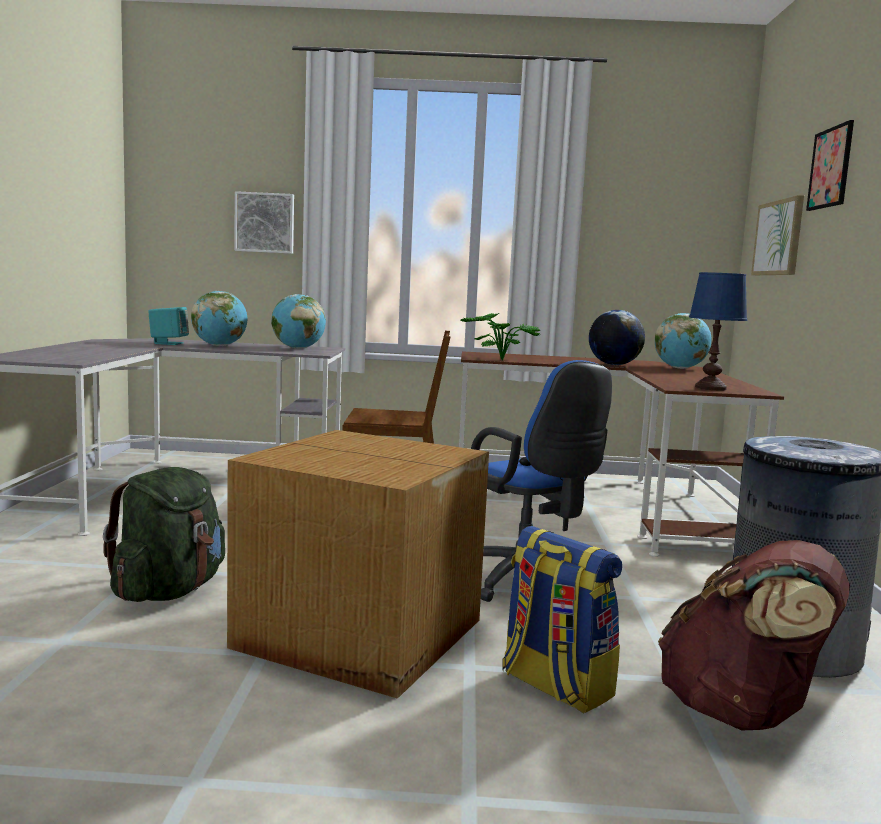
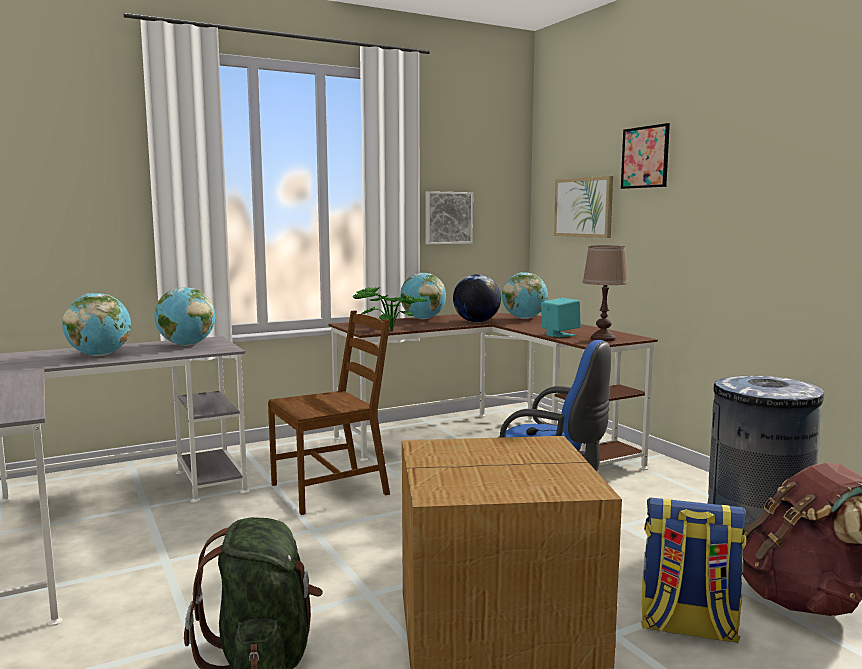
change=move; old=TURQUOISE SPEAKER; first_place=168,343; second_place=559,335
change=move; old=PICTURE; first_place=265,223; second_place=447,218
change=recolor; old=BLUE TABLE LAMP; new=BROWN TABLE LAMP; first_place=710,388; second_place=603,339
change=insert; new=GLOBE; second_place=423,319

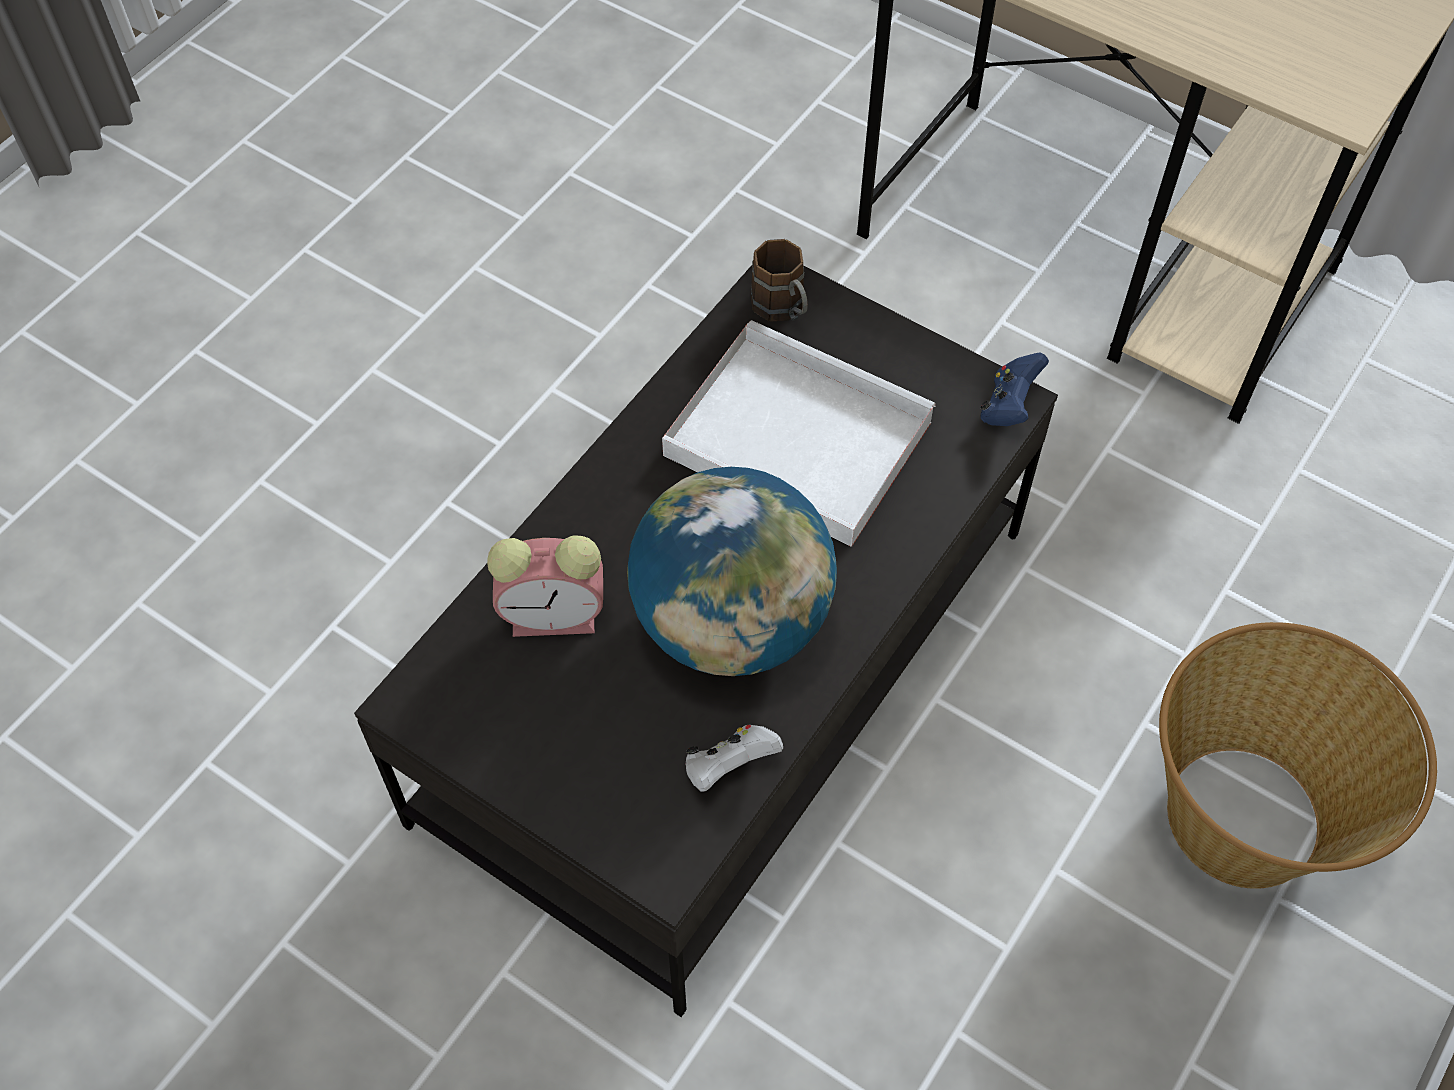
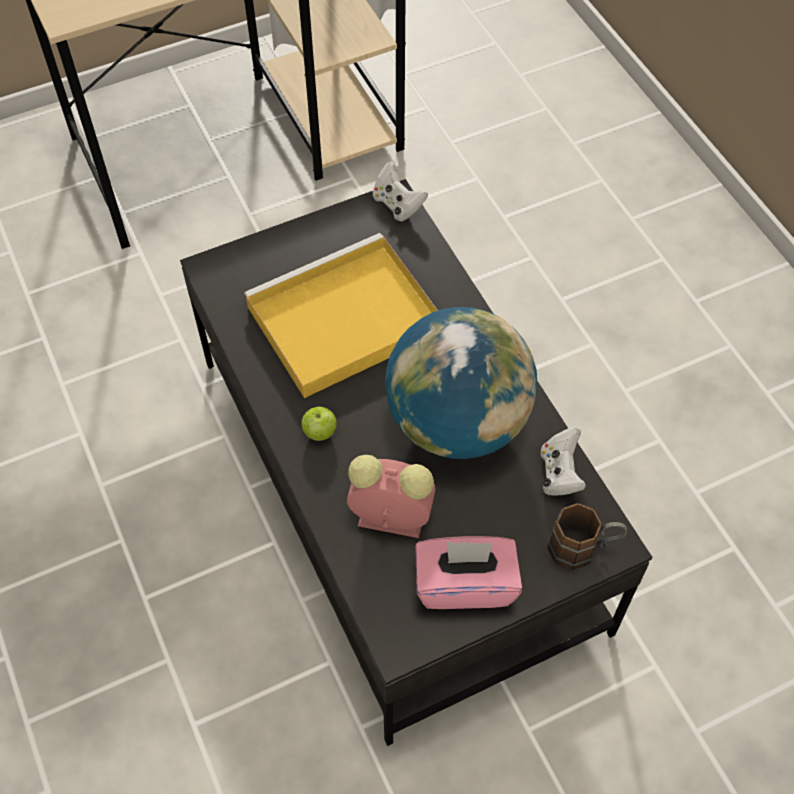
change=rotate; old=ALARM CLOCK; first_place=557,615; second_place=388,518; degrees=-105
change=recolor; old=WHITE TRAY; new=YELLOW TRAY; first_place=792,438; second_place=341,321
change=move; old=BROWN MUG; first_place=783,310; second_place=583,548
change=recolor; old=BLUE GAME CONTROLLER; new=WHITE GAME CONTROLLER; first_place=1009,406; second_place=397,205
change=delete; old=BASKET; first_place=1246,817
change=insert; new=APPLE; second_place=320,432
change=insert; new=PINK TISSUE BOX; second_place=465,584

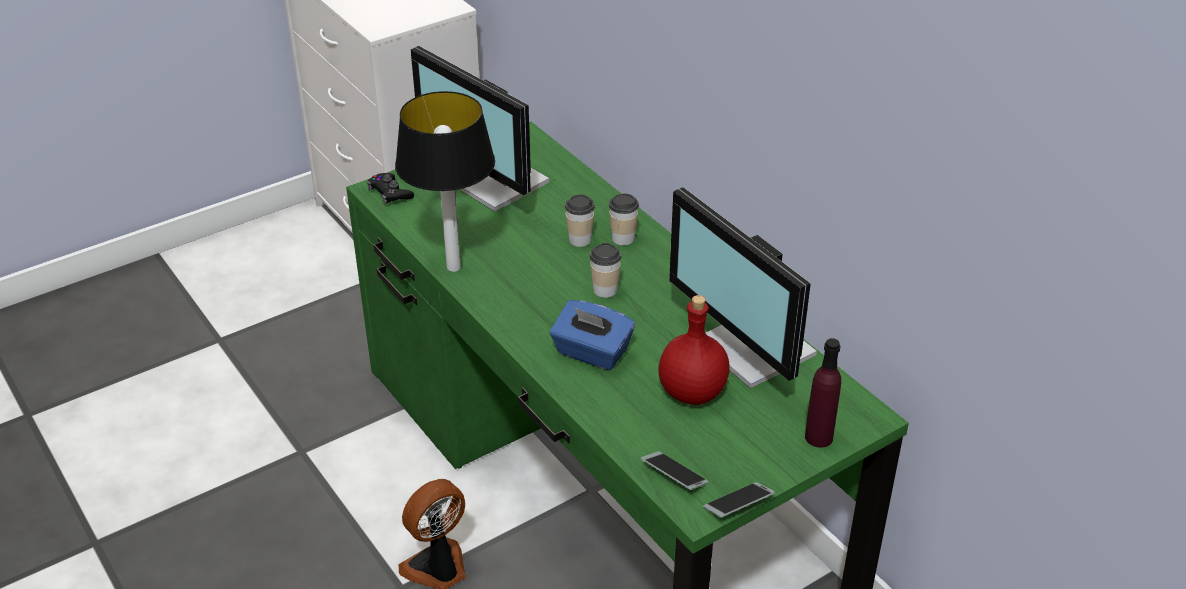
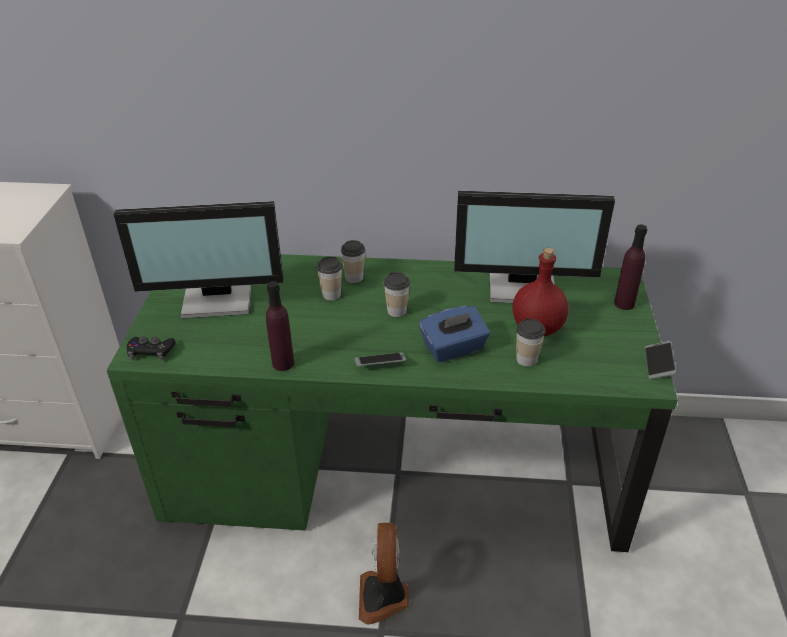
change=replace; old=TABLE LAMP; new=PURPLE BOTTLE; first_place=454,266; second_place=283,363
change=move; old=PHONE; first_place=674,475; second_place=380,363
change=insert; new=CUP; second_place=526,359

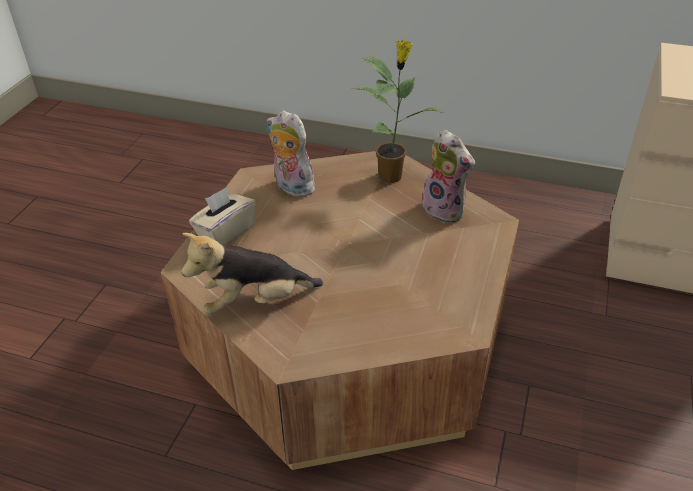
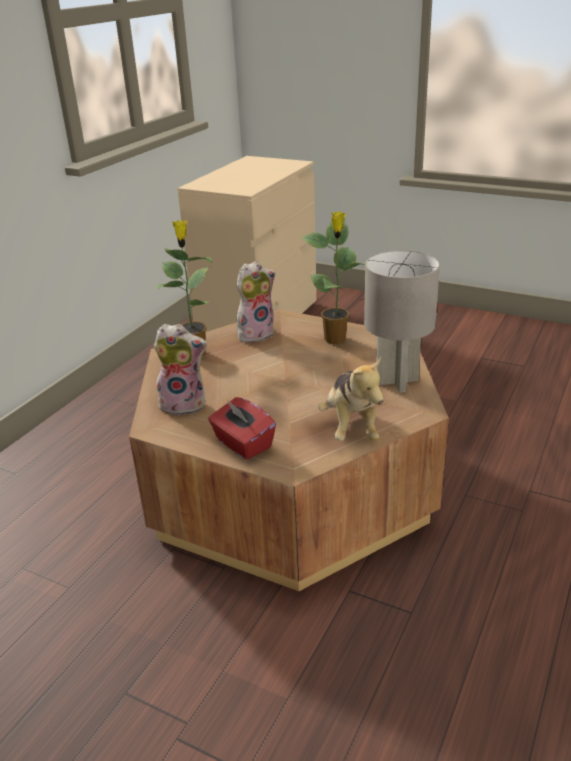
change=recolor; old=BEIGE TISSUE BOX; new=RED TISSUE BOX; first_place=225,232; second_place=242,444
change=rotate; old=PLUSH TOY; first_place=291,187; second_place=185,404; degrees=-135
change=insert; new=POTTED PLANT; second_place=336,340
change=insert; new=GREY TABLE LAMP; second_place=397,381

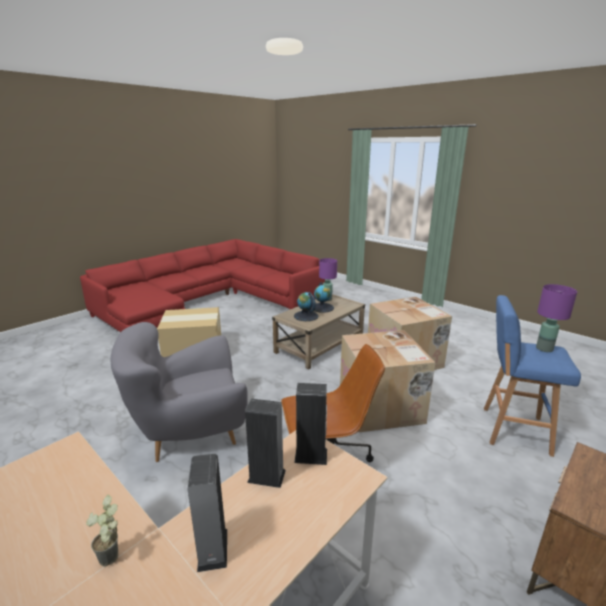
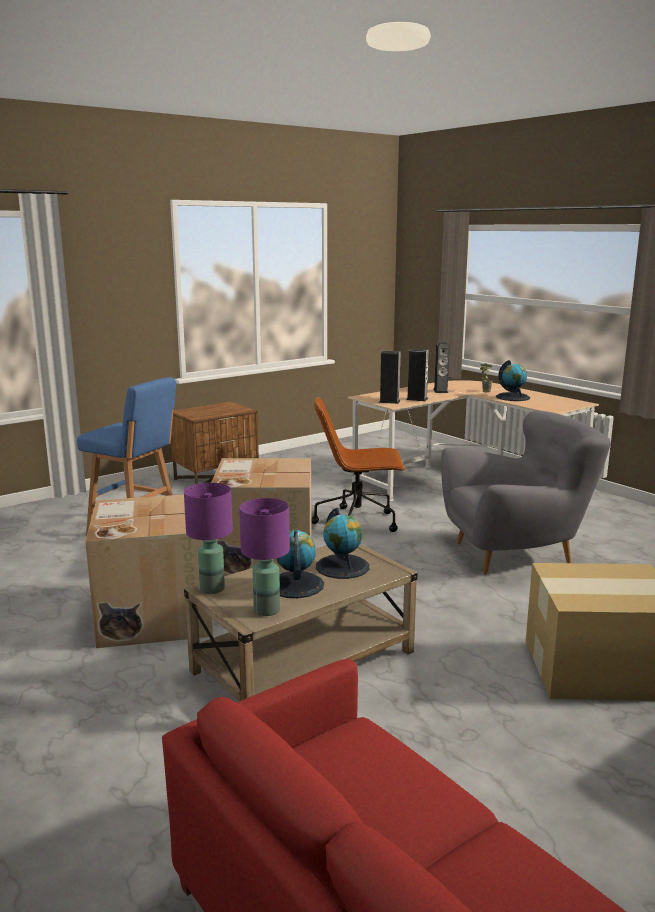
change=move; old=PURPLE TABLE LAMP; first_place=544,348; second_place=211,589
change=insert; new=GLOBE; second_place=512,397

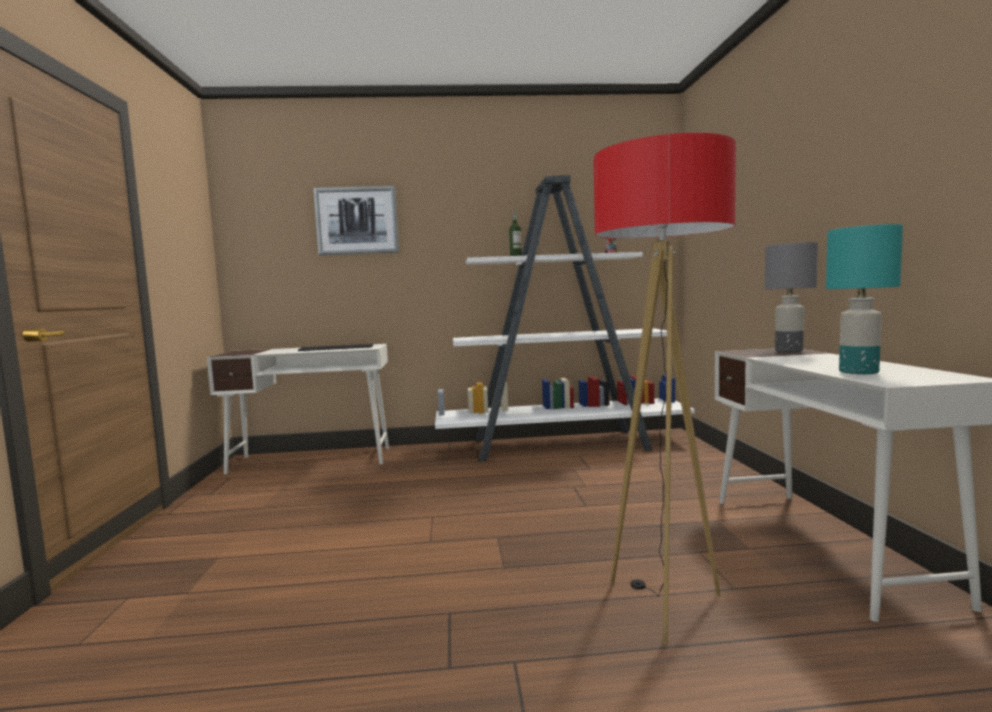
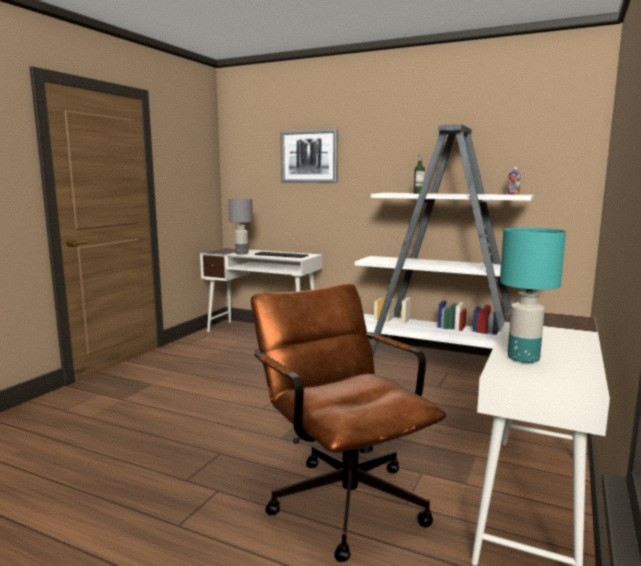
change=replace; old=FLOOR LAMP; new=BROWN OFFICE CHAIR; first_place=663,605; second_place=341,495
change=move; old=GREY TABLE LAMP; first_place=788,350; second_place=242,253

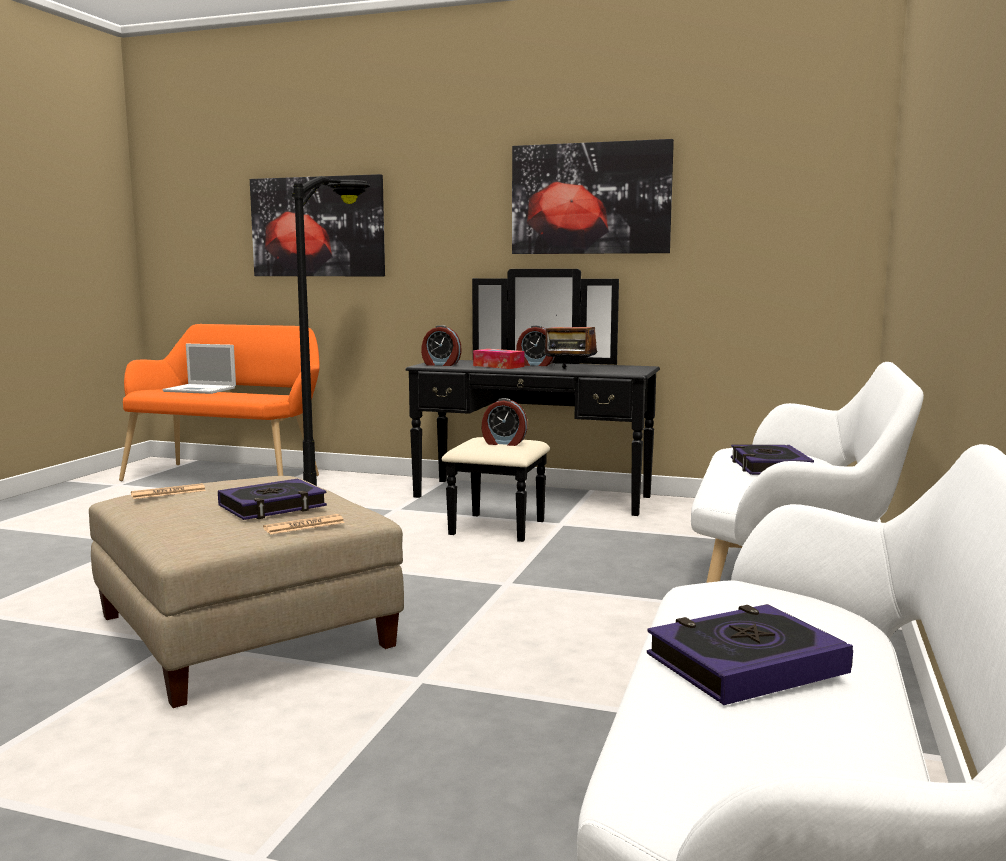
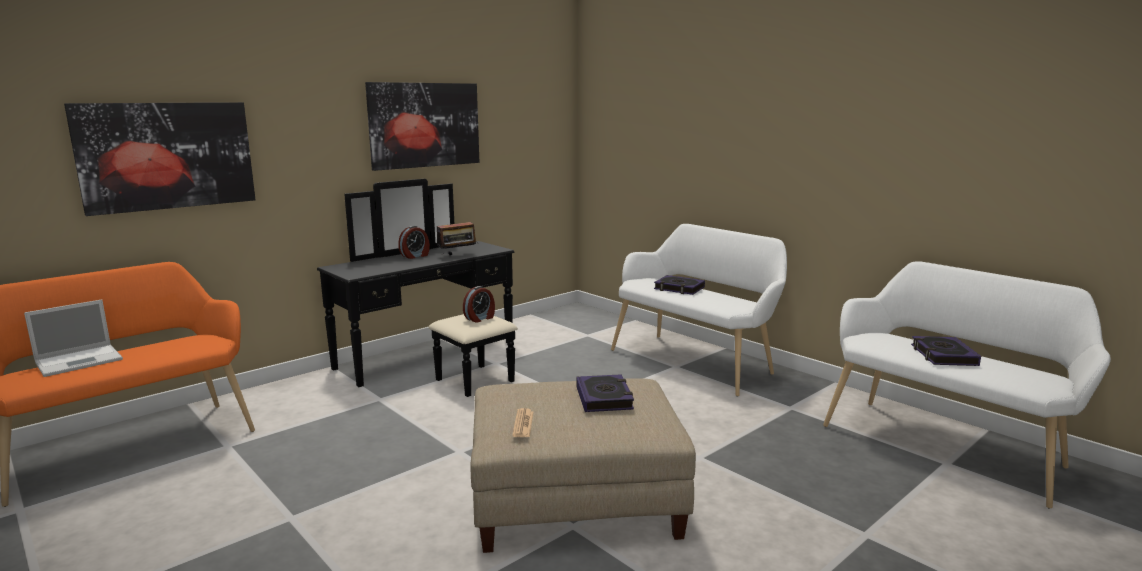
change=delete; old=NEWSPAPER; first_place=304,526
change=delete; old=BLACK FLOOR LAMP; first_place=345,494
change=delete; old=ALARM CLOCK; first_place=441,364
change=delete; old=TISSUE BOX; first_place=498,366

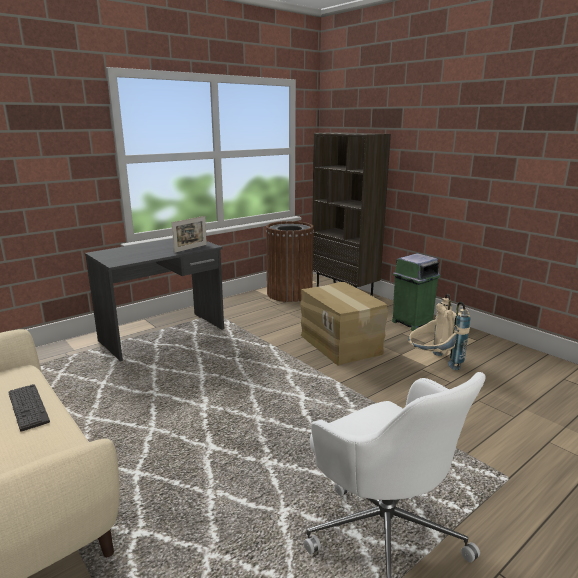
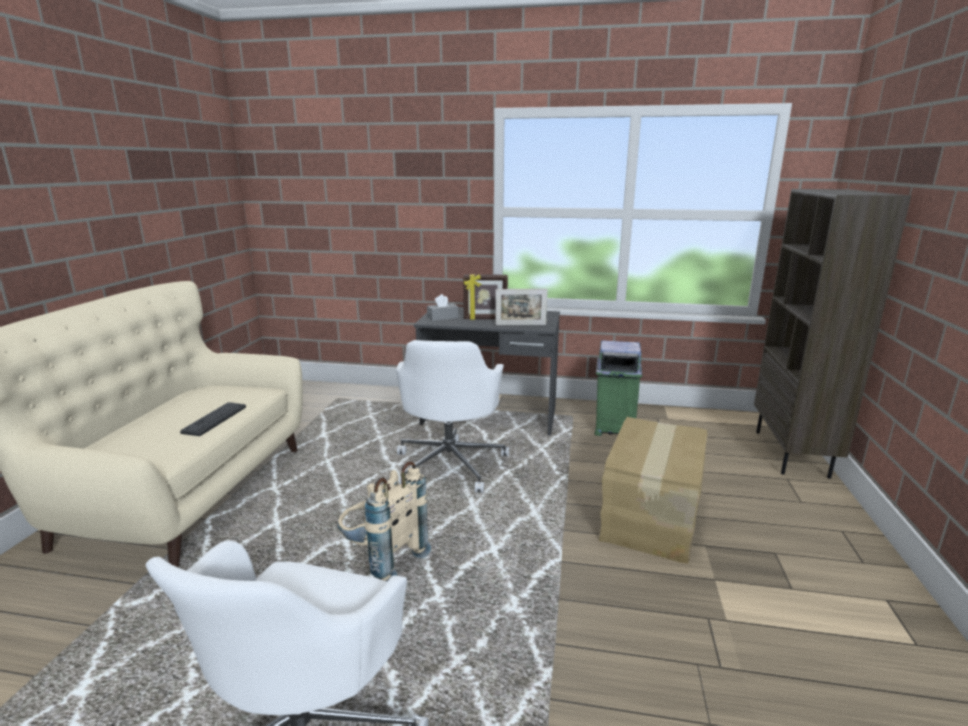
change=delete; old=BROWN TRASH CAN; first_place=289,294
change=move; old=GREEN TRASH CAN; first_place=411,323; second_place=613,428
change=move; old=BEIGE BACKPACK; first_place=433,363; second_place=382,559
change=insert; new=WHITE OFFICE CHAIR; second_place=450,464
change=insert; new=GREY TISSUE BOX; second_place=442,317
change=insert; new=PICTURE FRAME; second_place=485,319

